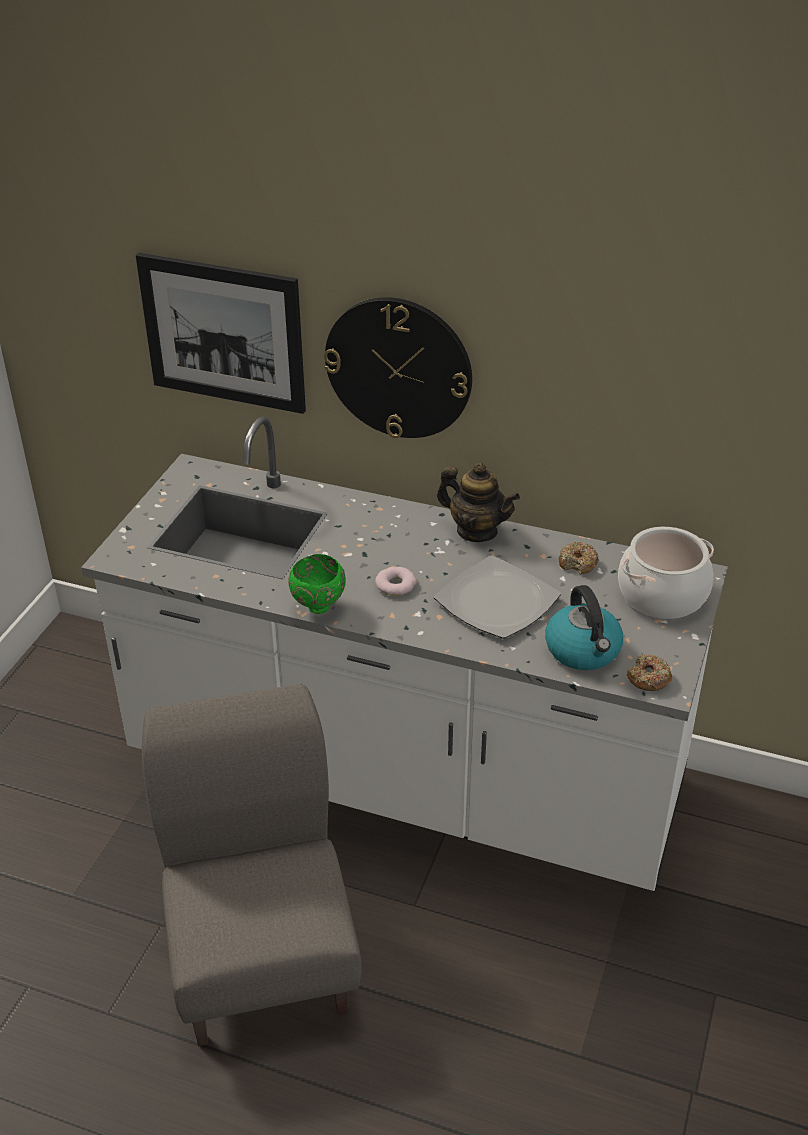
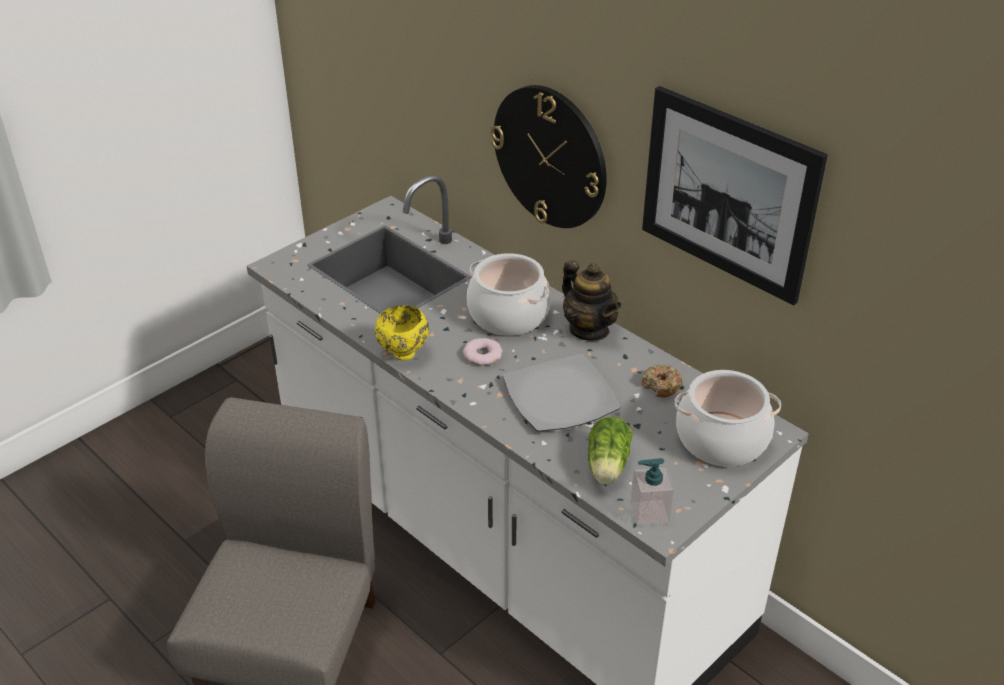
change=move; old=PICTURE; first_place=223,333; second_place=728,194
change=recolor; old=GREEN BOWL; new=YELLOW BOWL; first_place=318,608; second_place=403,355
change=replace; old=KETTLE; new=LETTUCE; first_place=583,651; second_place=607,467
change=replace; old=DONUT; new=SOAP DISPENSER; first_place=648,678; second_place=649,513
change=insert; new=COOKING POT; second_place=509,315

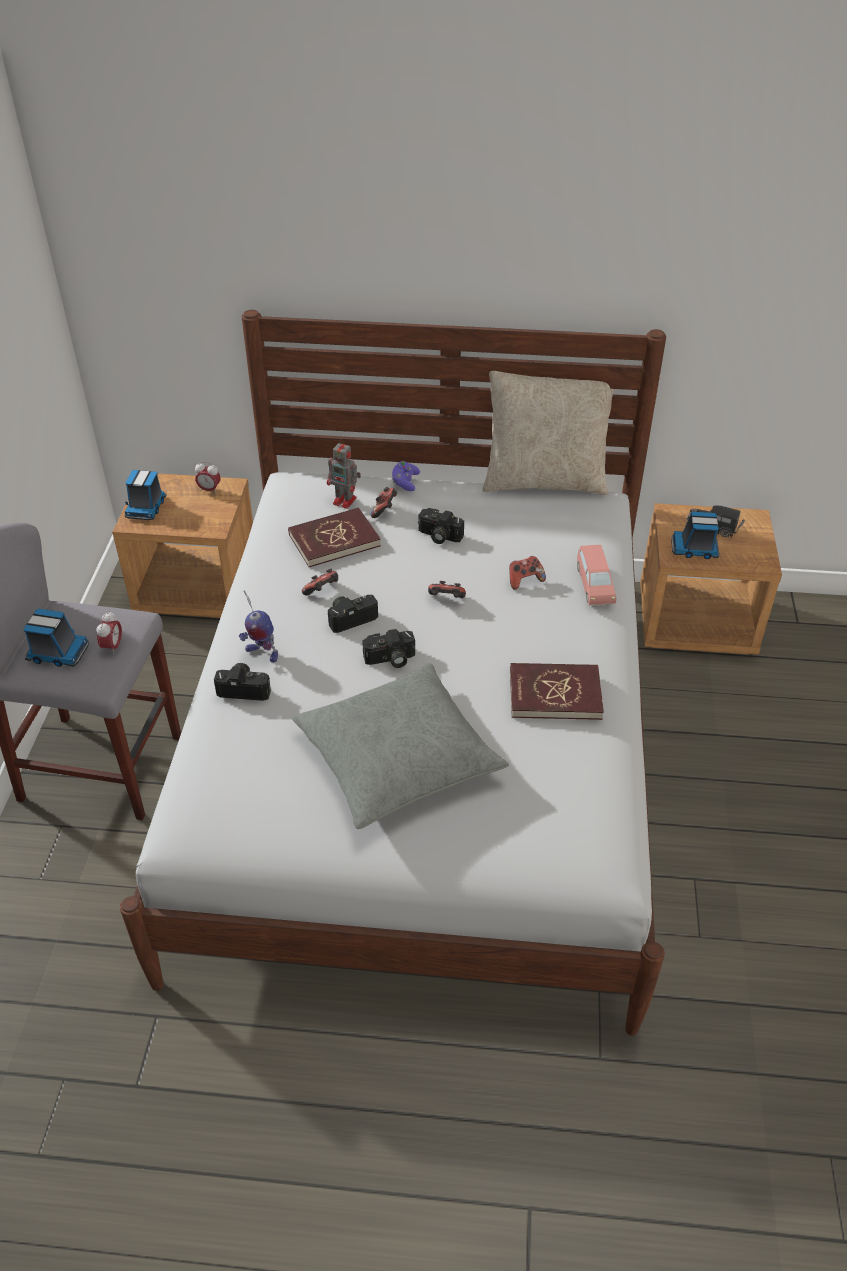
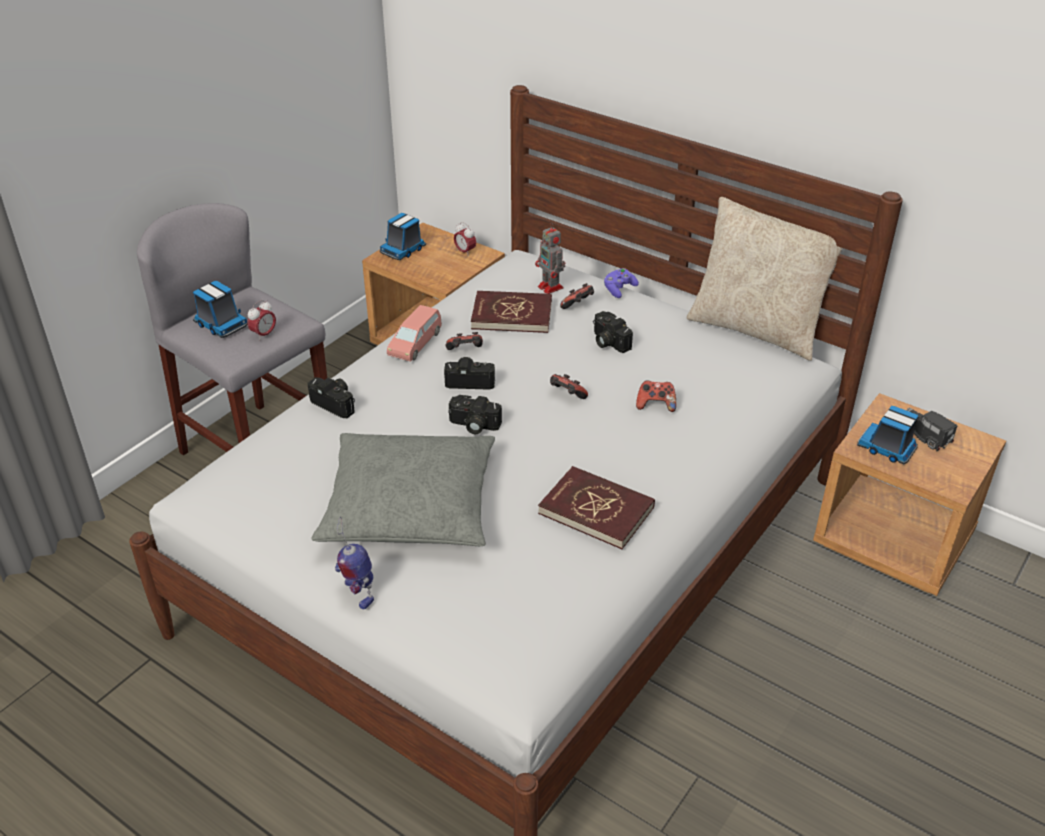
change=move; old=TOY ROBOT; first_place=262,653; second_place=358,593
change=move; old=PINK TOY CAR; first_place=594,585; second_place=415,344

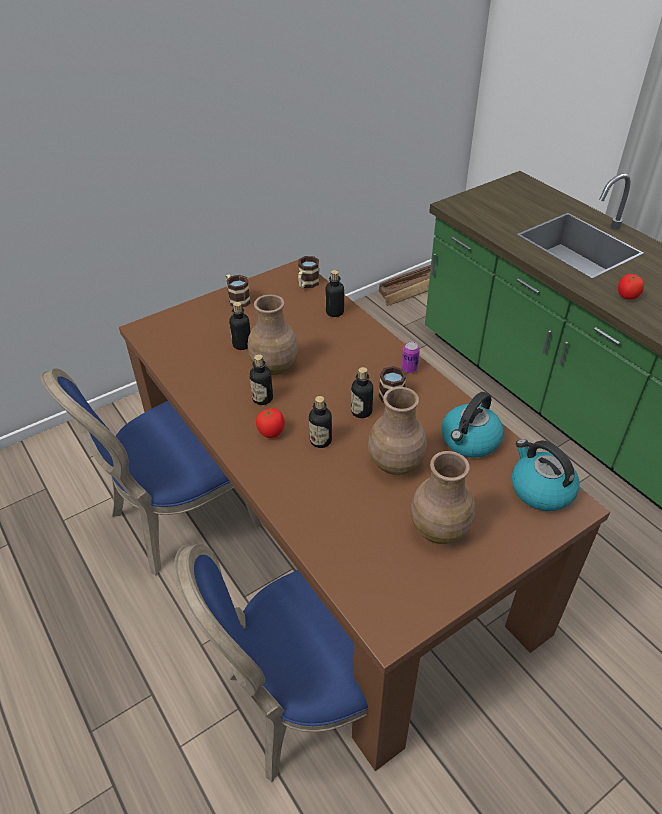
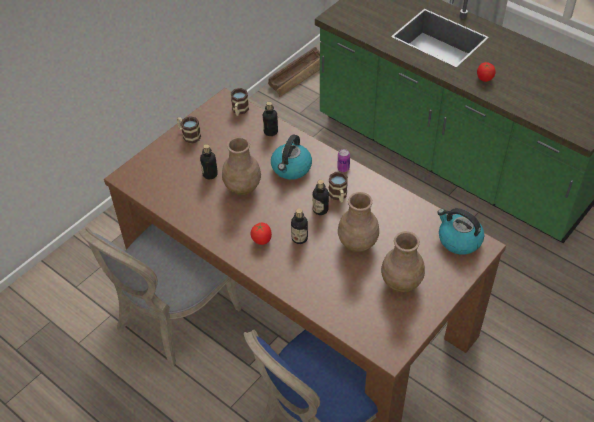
change=recolor; old=BLUE CHAIR; new=GREY CHAIR; first_place=177,518; second_place=172,319
change=delete; old=BOTTLE; first_place=262,398
change=move; old=KETTLE; first_place=469,441; second_place=291,168

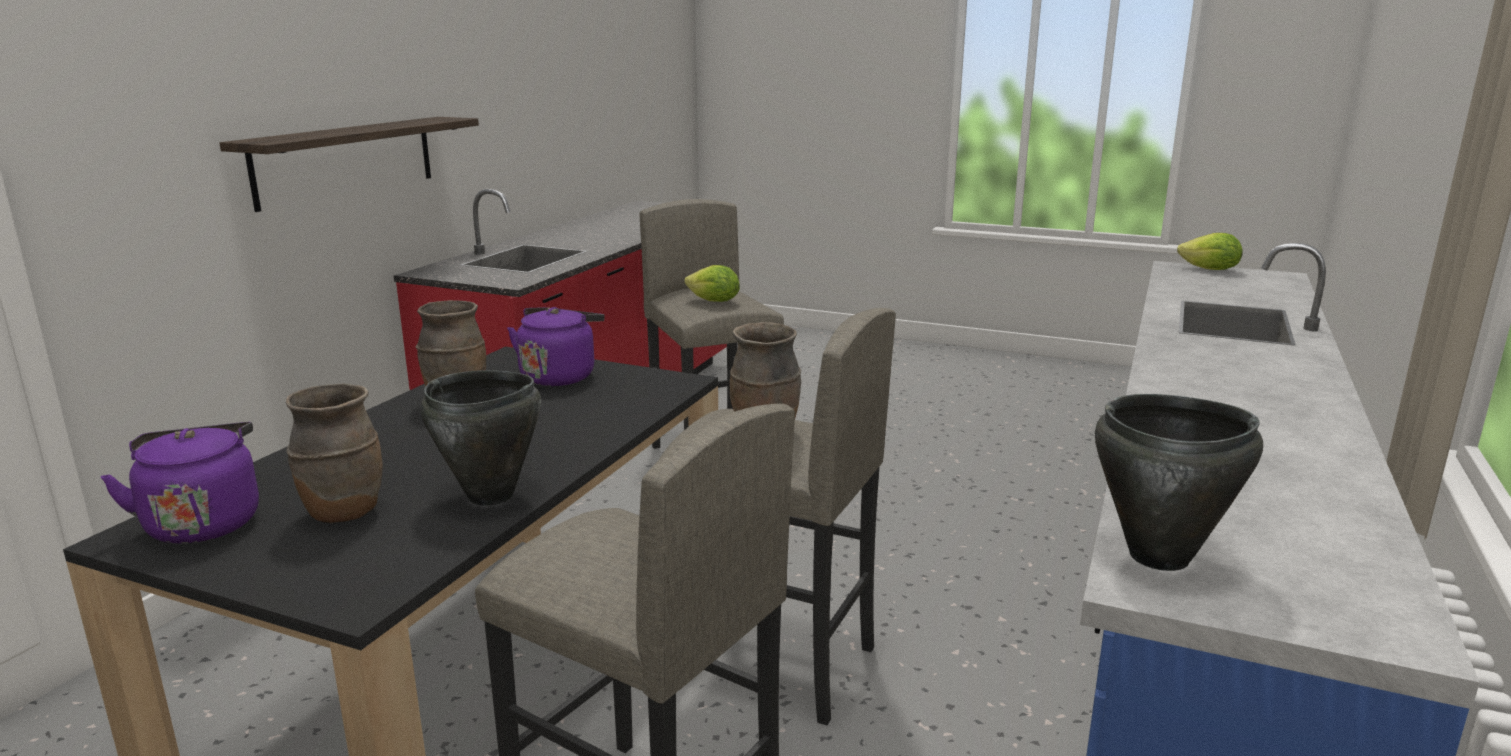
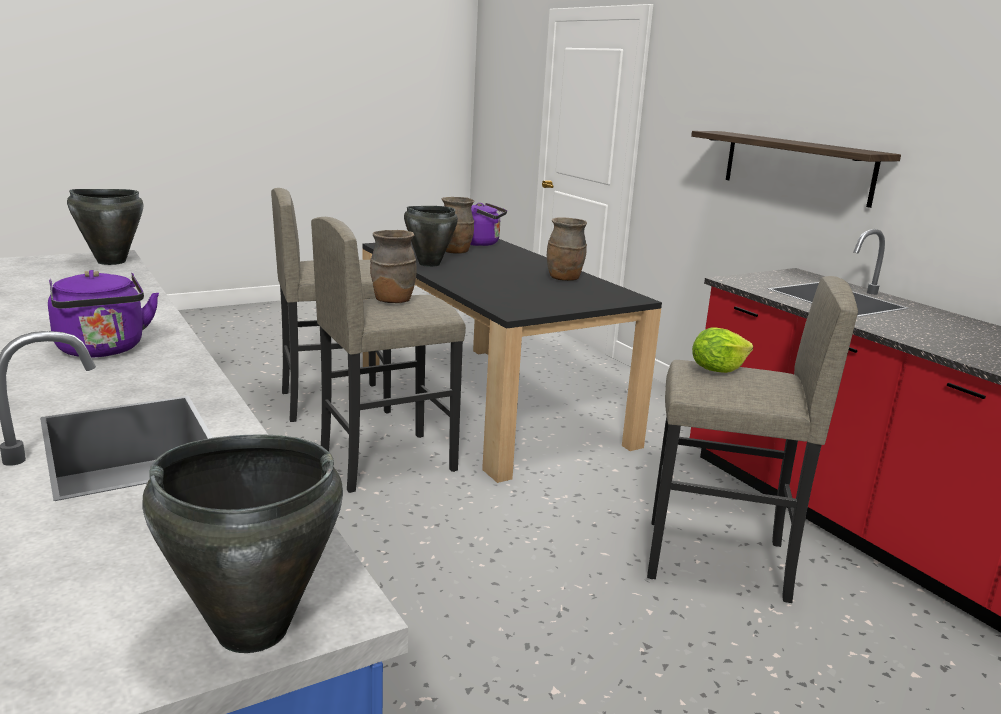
change=move; old=PURPLE KETTLE; first_place=559,376; second_place=103,350
change=replace; old=LETTUCE; new=BLACK COOKING POT; first_place=1210,270; second_place=251,629

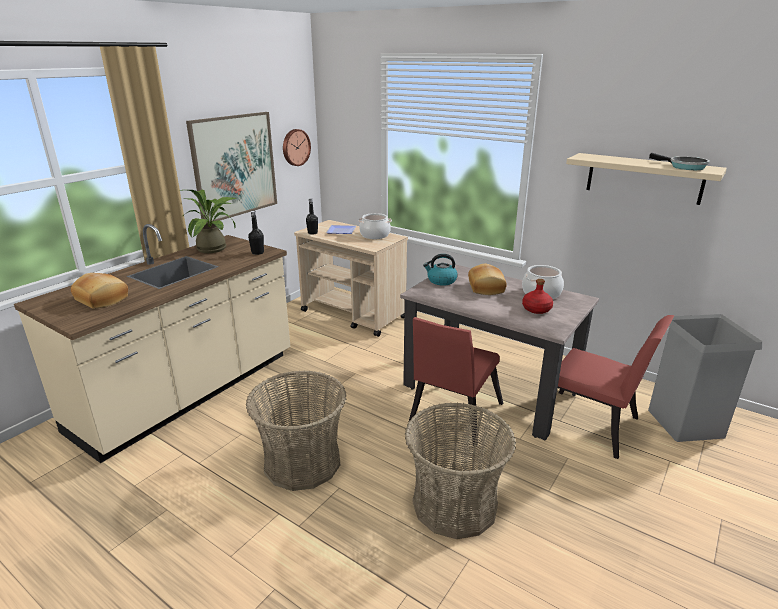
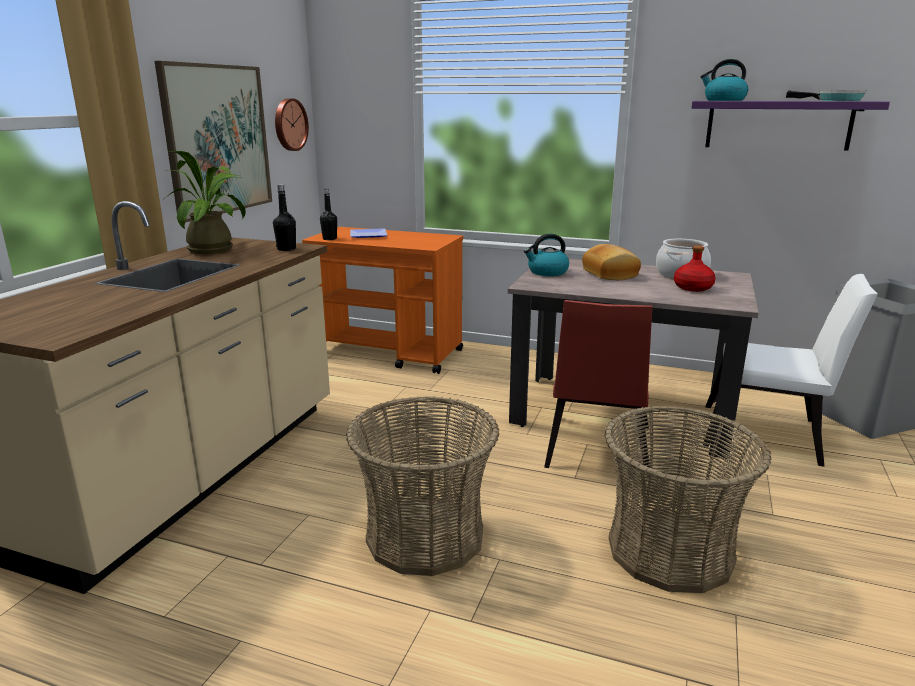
change=delete; old=BREAD; first_place=103,299
change=recolor; old=BEIGE CART; new=ORANGE CART; first_place=354,314; second_place=389,353
change=delete; old=COOKING POT; first_place=375,235
change=recolor; old=RED CHAIR; new=WHITE CHAIR; first_place=592,426; second_place=770,436
change=recolor; old=BEIGE SHELF; new=PURPLE SHELF; first_place=644,178; second_place=778,125
change=insert; new=KETTLE; second_place=723,100

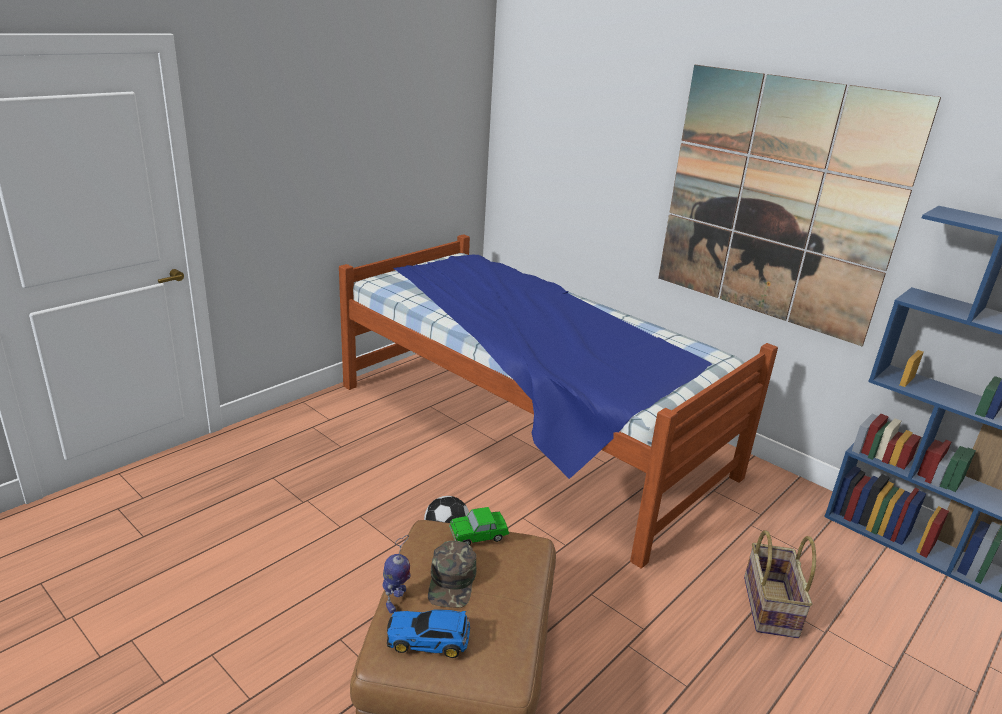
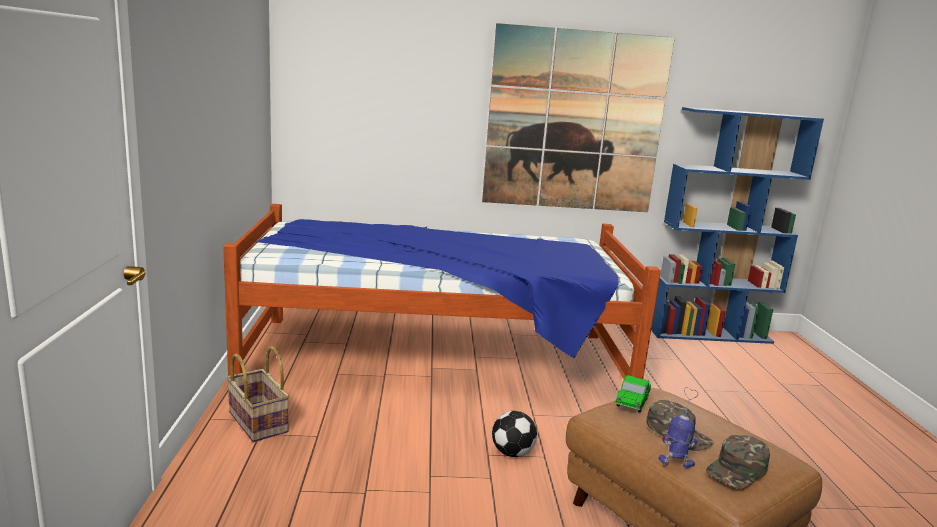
change=rotate; old=TOY ROBOT; first_place=395,600; second_place=676,463; degrees=-45
change=replace; old=TOY CAR; new=GREEN CAP; first_place=430,640; second_place=737,469
change=move; old=BASKET; first_place=768,606; second_place=256,422

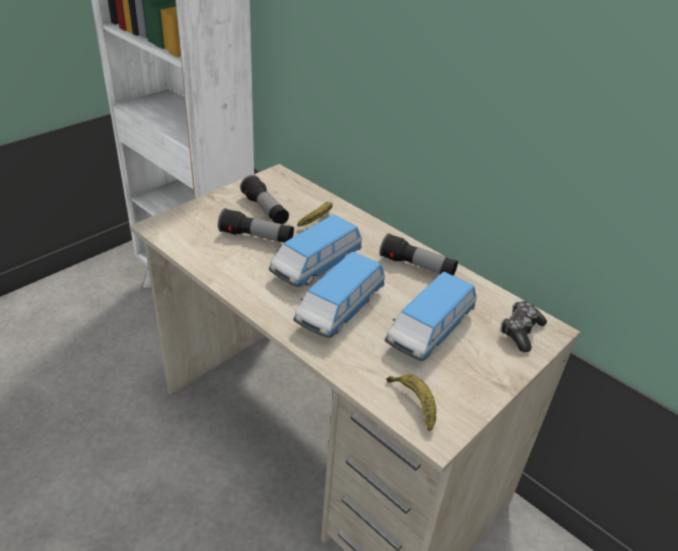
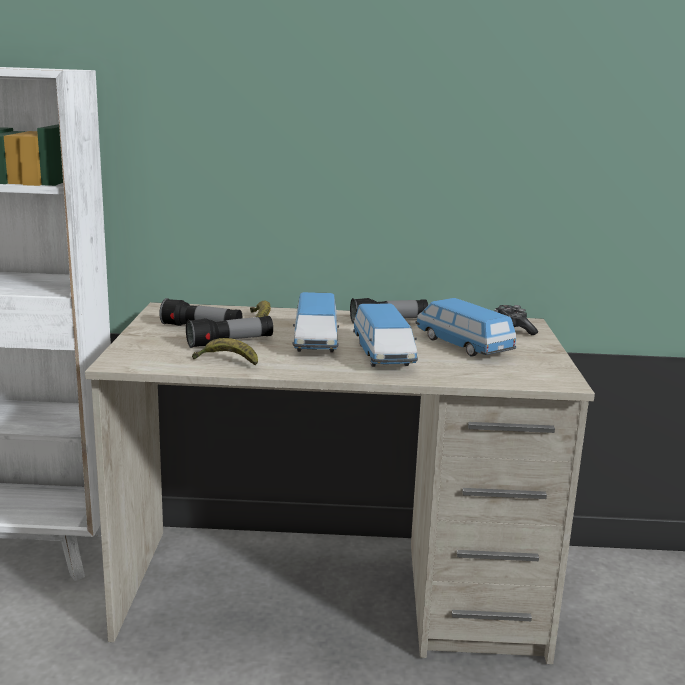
change=rotate; old=TOY CAR; first_place=429,331; second_place=462,345; degrees=150
change=move; old=BANANA; first_place=413,403; second_place=227,361

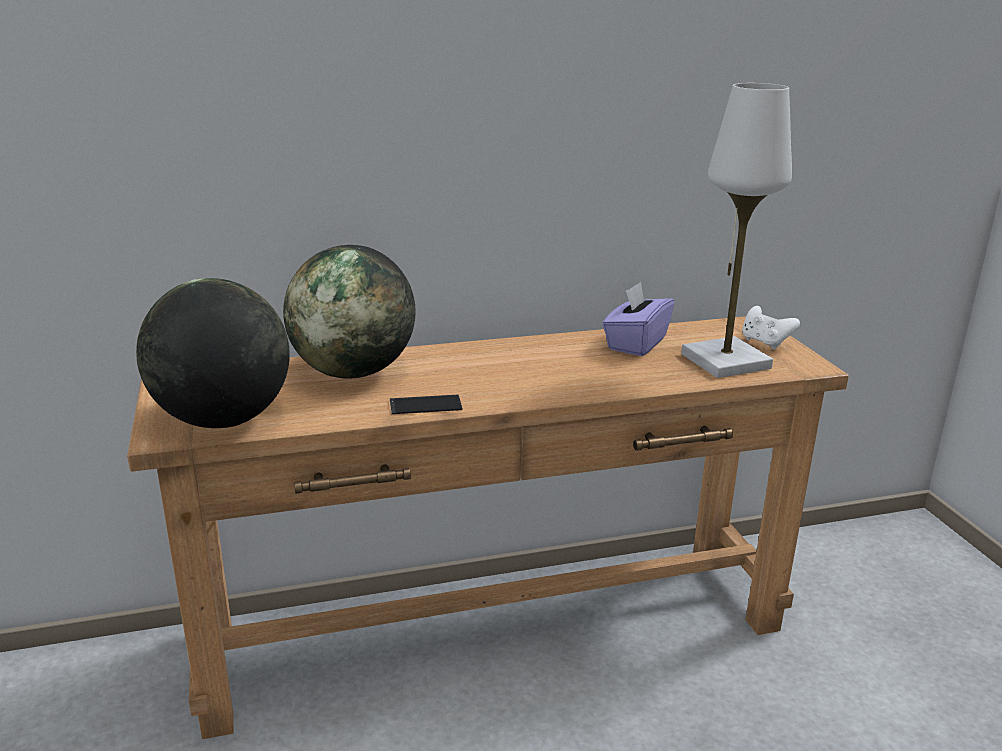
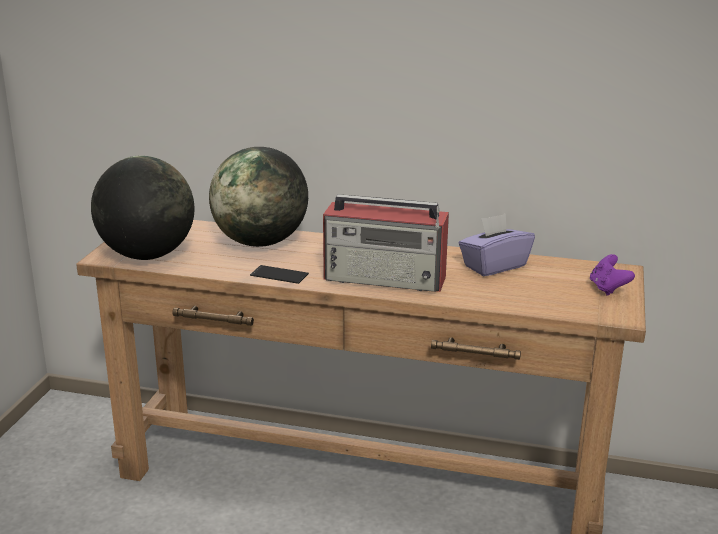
change=delete; old=WHITE TABLE LAMP; first_place=725,361
change=recolor; old=WHITE GAME CONTROLLER; new=PURPLE GAME CONTROLLER; first_place=765,343; second_place=608,289
change=insert; new=RADIO; second_place=386,279

